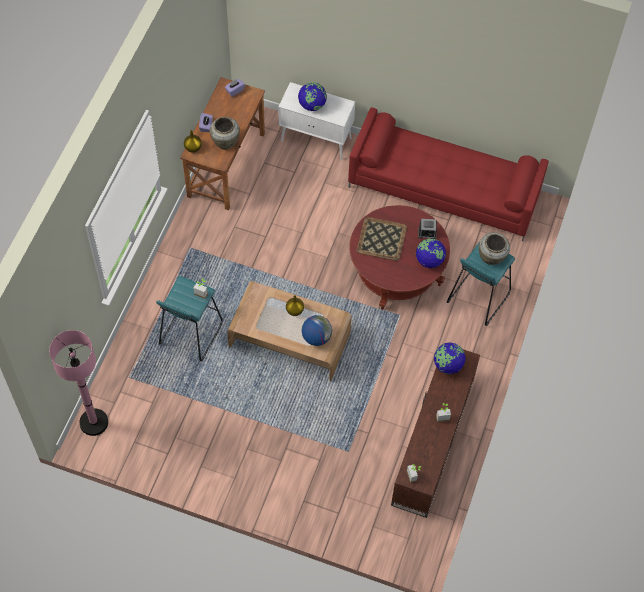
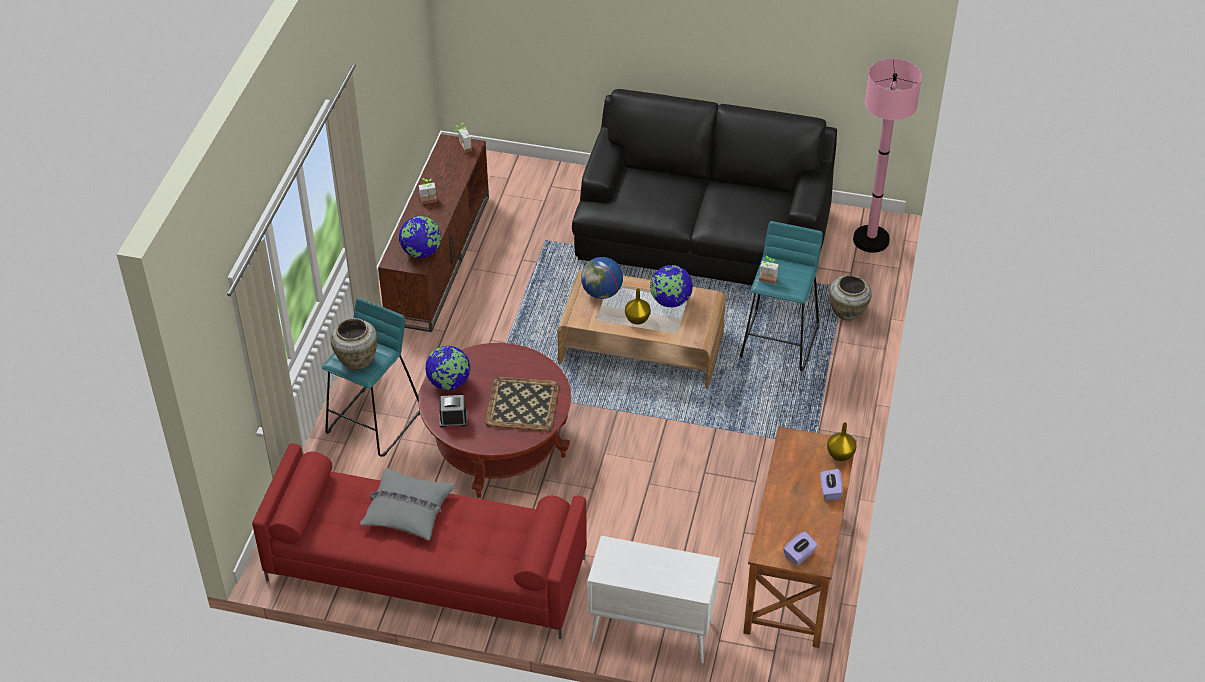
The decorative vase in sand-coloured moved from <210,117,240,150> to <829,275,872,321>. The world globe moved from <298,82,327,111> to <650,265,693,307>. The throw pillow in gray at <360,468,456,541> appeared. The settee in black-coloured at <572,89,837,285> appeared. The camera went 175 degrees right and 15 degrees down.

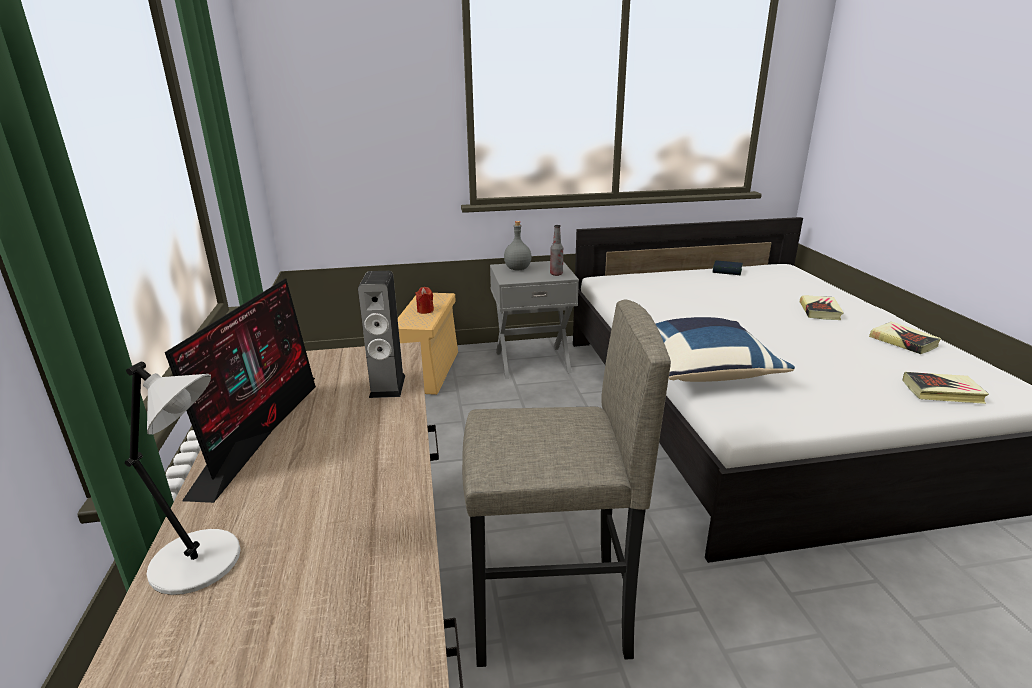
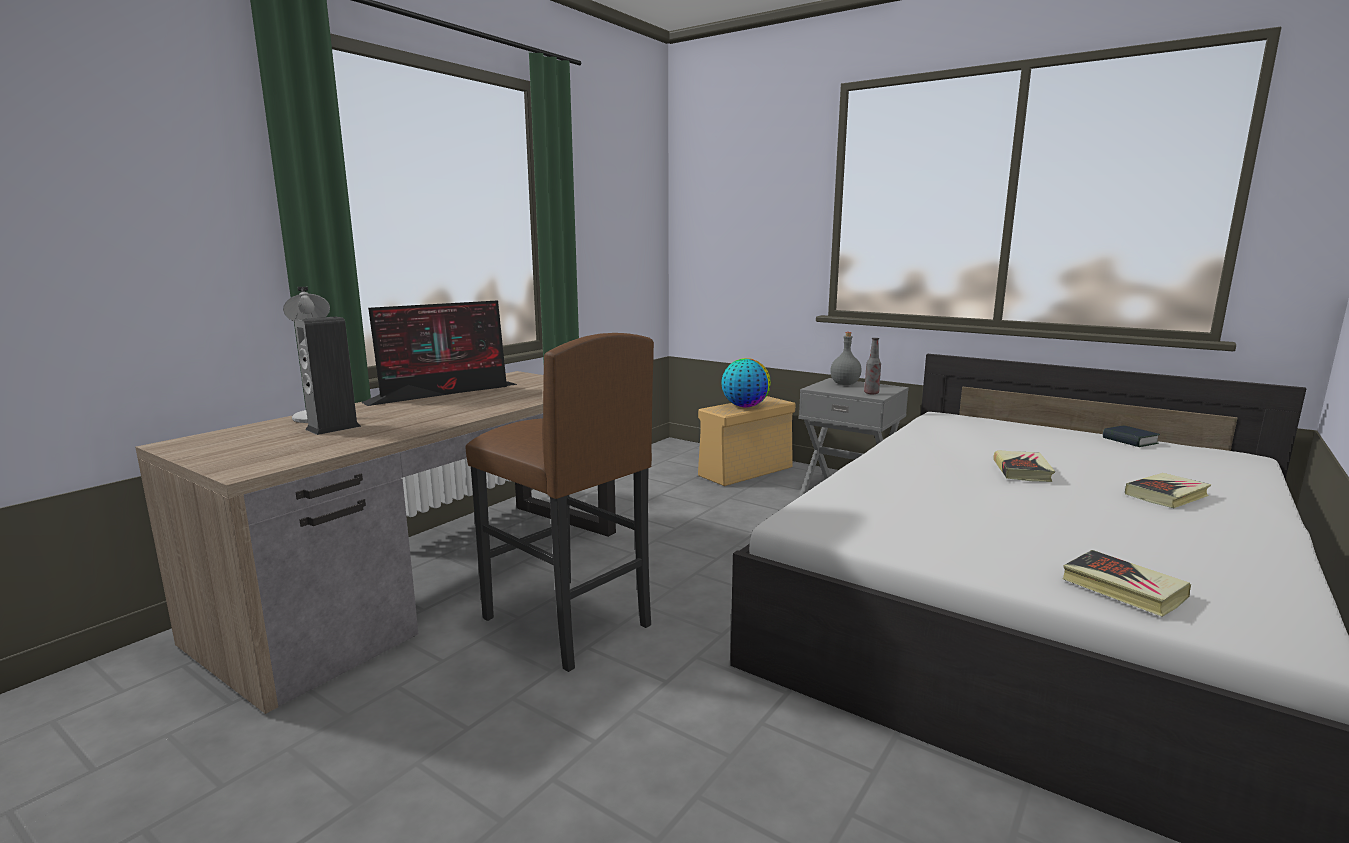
The audio speaker moved from <358,271,405,398> to <294,316,361,435>. The wax candle in red-coloured at <415,287,434,314> was replaced by the world globe at <721,358,771,407>. The stool seat in gray at <462,300,671,667> became the stool seat in brownish at <465,333,654,672>. The throw pillow in blue at <656,317,795,382> disappeared. The book moved from <869,322,941,354> to <993,450,1055,482>. The camera went 45 degrees right and 10 degrees down.

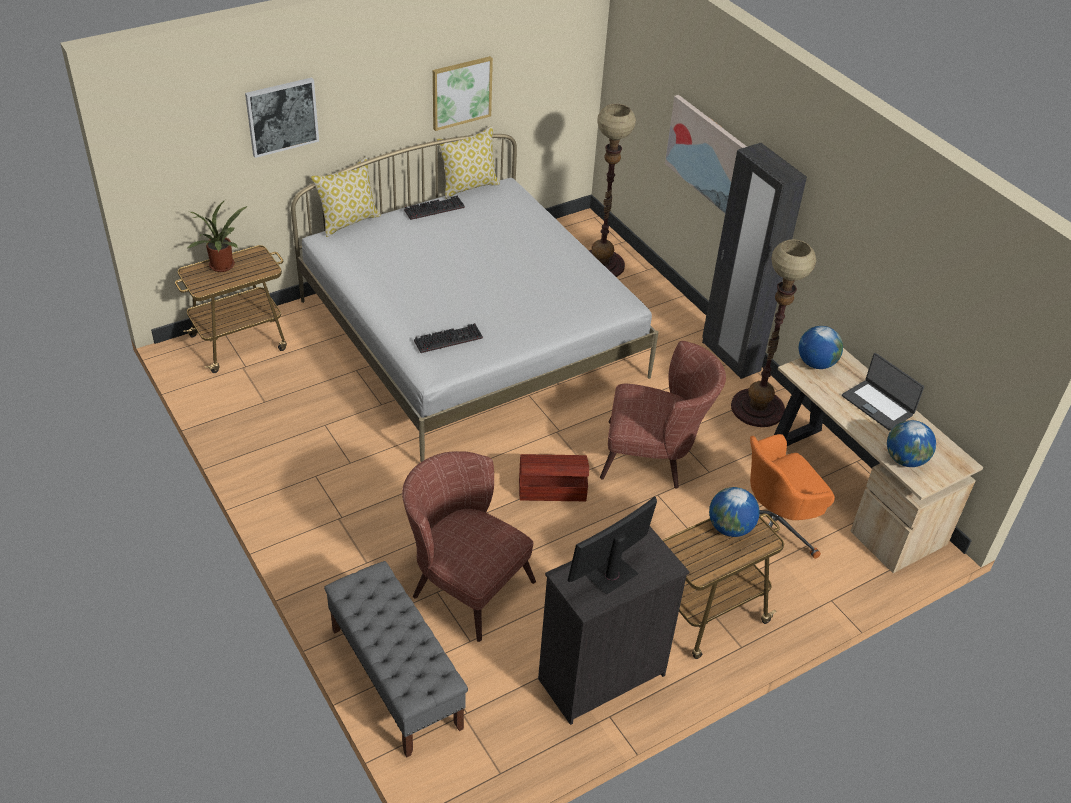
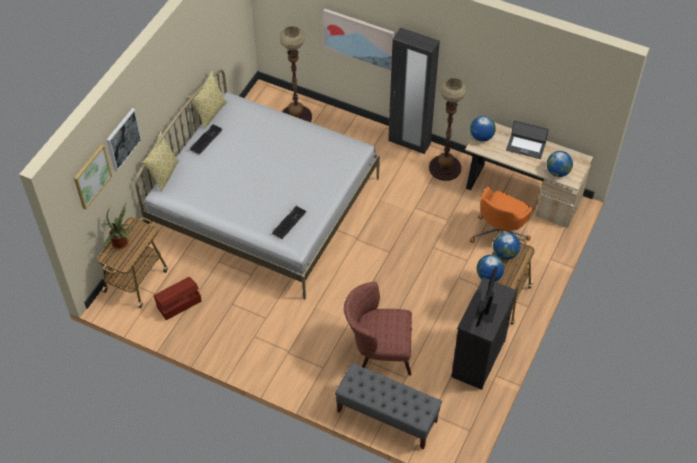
The picture moved from <433,56,493,131> to <74,145,112,210>. The storage container in brownish moved from <519,454,589,501> to <153,277,202,320>. The easy chair in brownish at <600,341,726,488> disappeared. The world globe at <477,255,504,282> appeared. The camera went 30 degrees left and 10 degrees up.

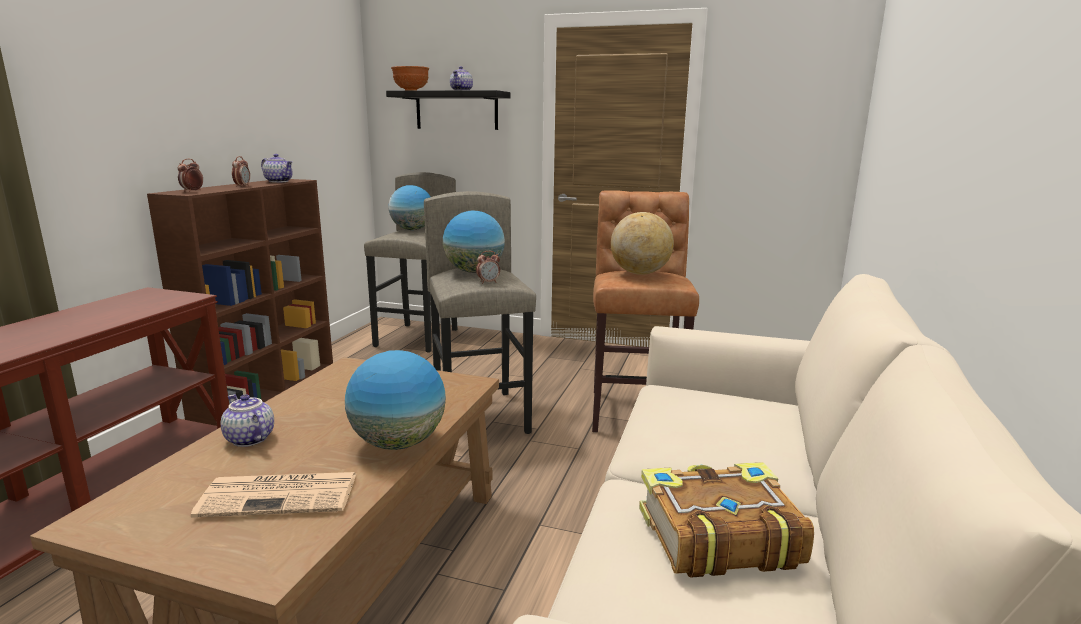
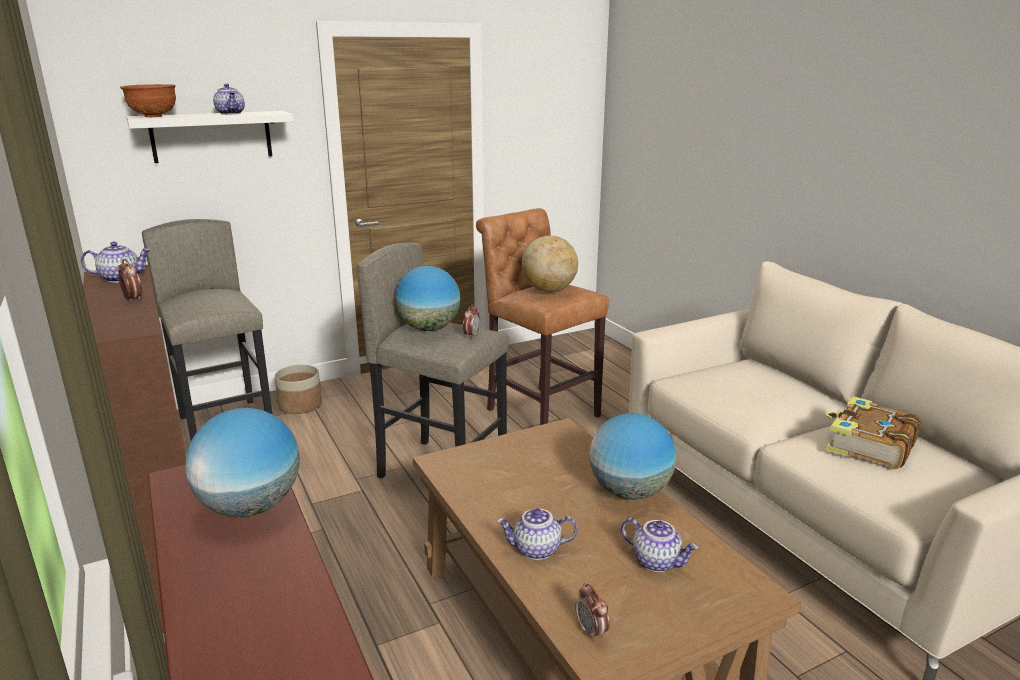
The table clock moved from <178,159,203,192> to <575,583,609,642>. The daily paper at <191,472,356,518> was replaced by the teapot at <621,517,699,572>. The bracket shelf in black-coloured at <386,90,510,130> became the bracket shelf in white at <127,111,294,163>. The world globe moved from <388,185,430,230> to <185,408,300,517>. The flower pot at <275,365,322,414> appeared. The camera went 45 degrees left and 5 degrees up.

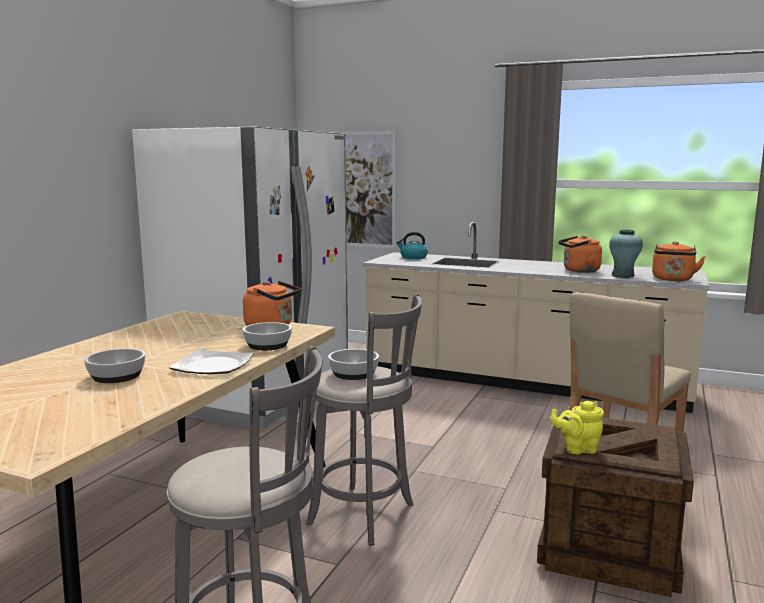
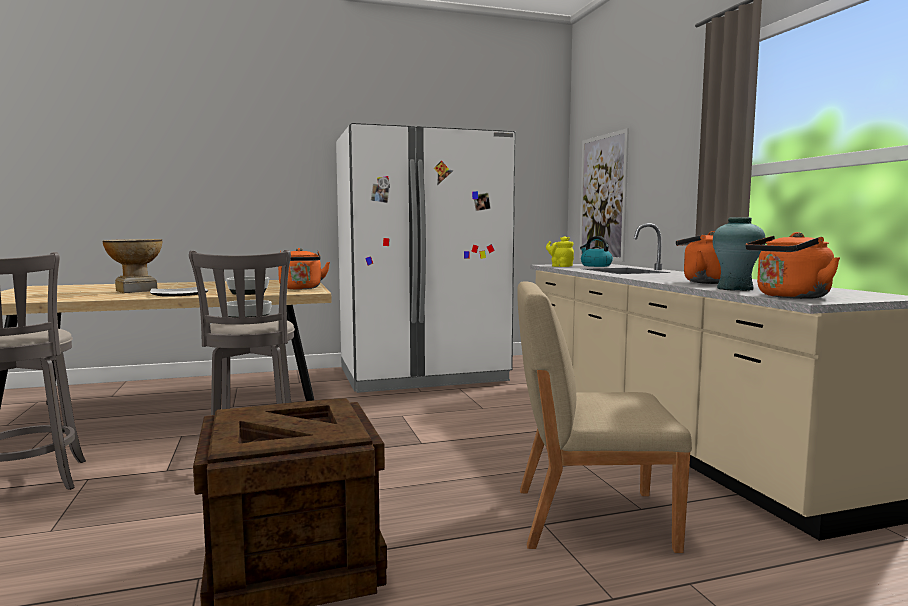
The deep dish at <84,349,145,383> was replaced by the decorative vase at <103,239,162,293>. The teapot in yellow-coloured moved from <550,401,604,454> to <546,236,574,267>. The camera went 50 degrees right and 5 degrees down.

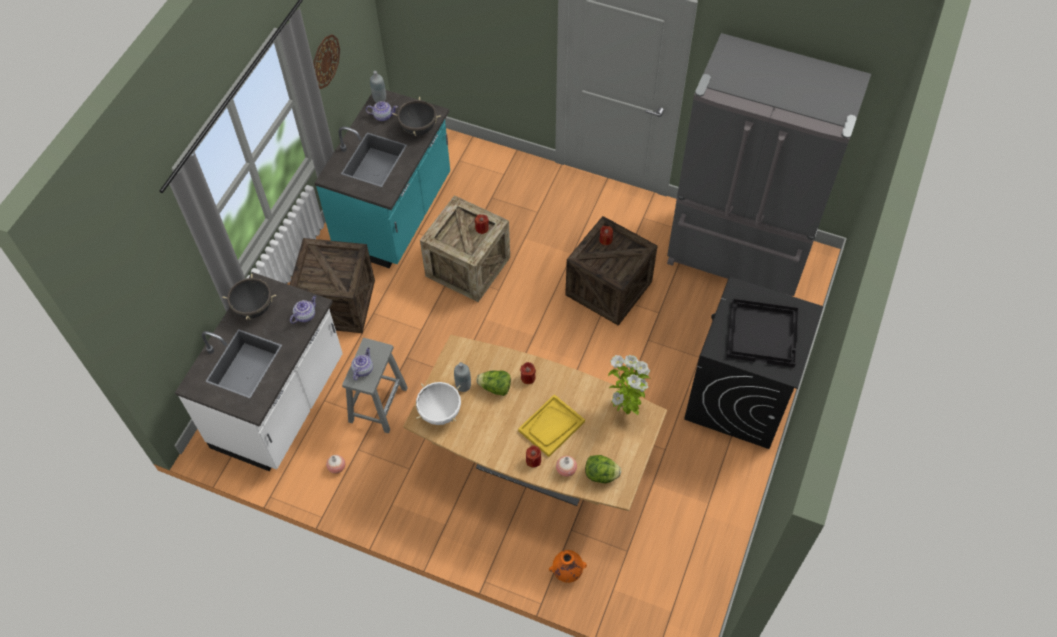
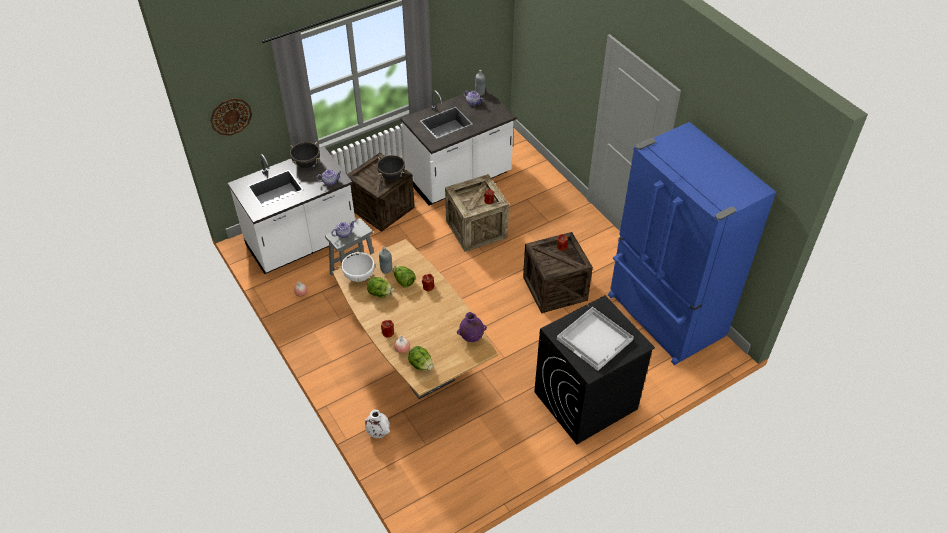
The wall clock moved from <313,34,340,89> to <210,98,252,136>. The kitchen base unit in turquoise-coloured at <315,90,450,268> became the kitchen base unit in white at <401,87,517,205>. The cooking pot in black-coloured moved from <393,97,441,136> to <377,155,405,180>. The serving tray in yellow-coloured at <518,394,585,457> disappeared. The decorative vase in orange-coloured at <549,550,587,583> became the decorative vase in white at <365,409,390,438>. The houseplant at <608,355,650,415> was replaced by the decorative vase in purplish at <457,312,487,342>. The refrigerator in gray at <667,33,871,296> became the refrigerator in blue at <608,122,776,365>. The serving tray in black-coloured at <727,298,799,367> became the serving tray in white at <557,307,634,371>. The lettuce at <367,277,393,297> appeared. The camera went 35 degrees right and 10 degrees down.

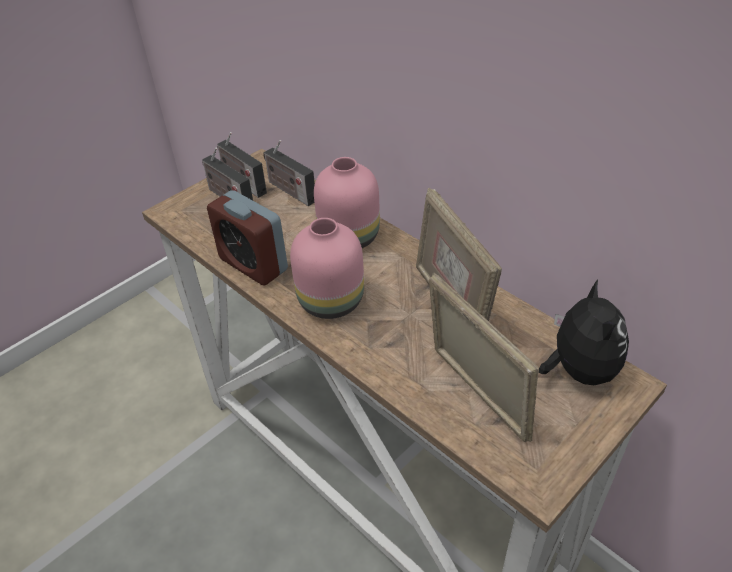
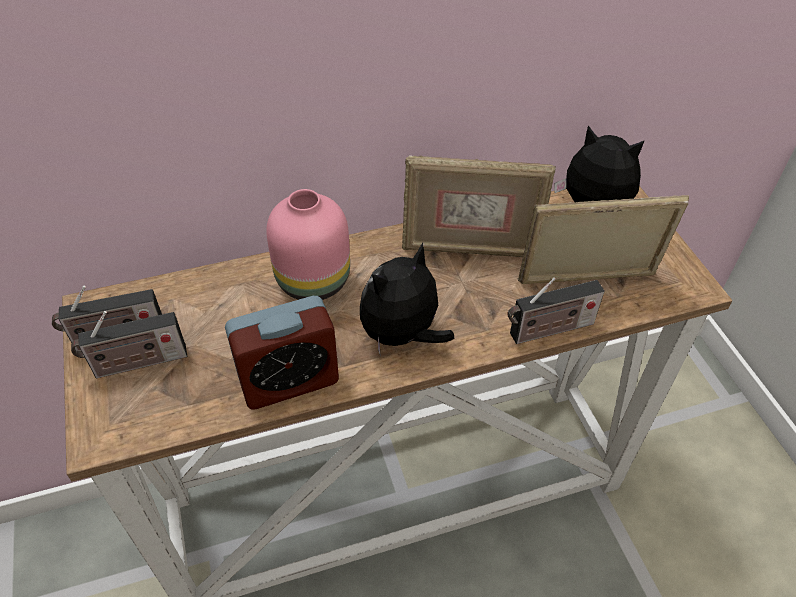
The radio moved from <263,140,315,206> to <507,277,605,344>. The decorative vase in pink-coloured at <290,218,364,319> was replaced by the cuddly toy at <360,242,454,357>. The camera went 65 degrees left and 5 degrees up.

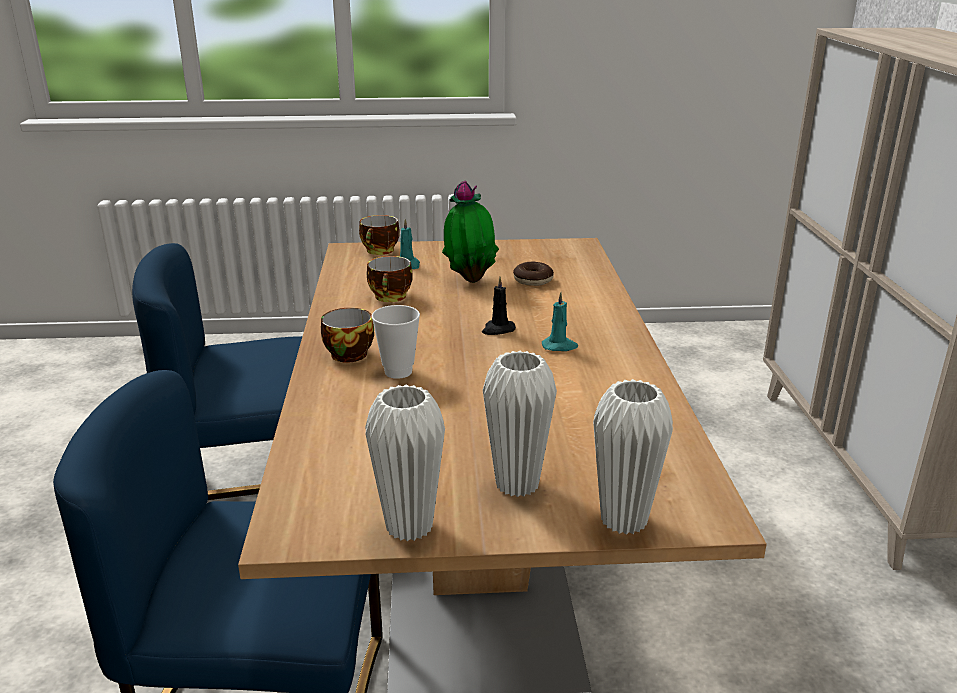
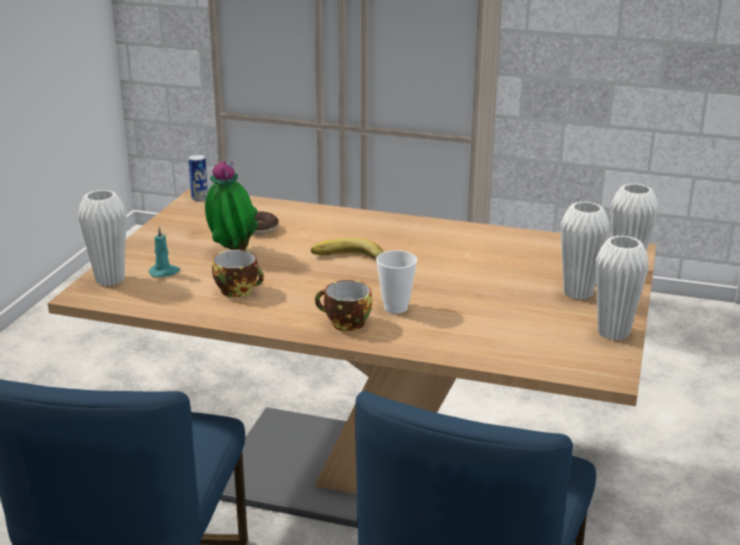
The drinking cup at <359,215,399,255> was replaced by the decorative vase in white at <78,190,127,286>. The wax candle in black-coloured at <482,277,516,335> was replaced by the banana fruit at <311,238,384,260>. The wax candle in turquoise-coloured at <542,292,578,351> disappeared. The sealed can at <188,154,208,201> appeared. The camera went 70 degrees left and 0 degrees up.

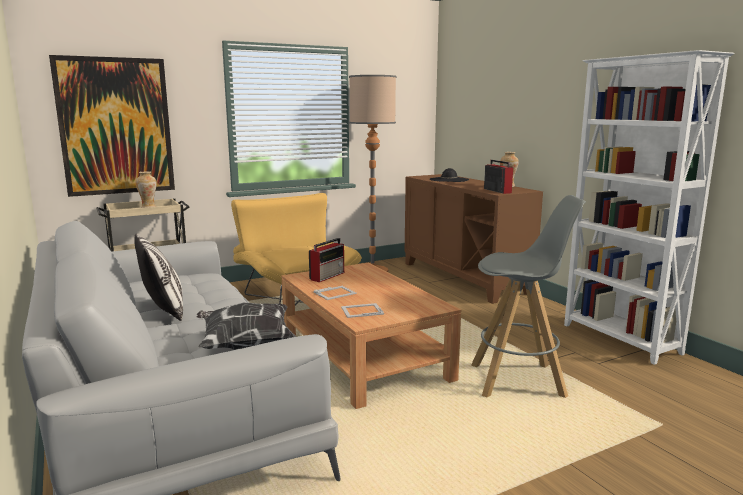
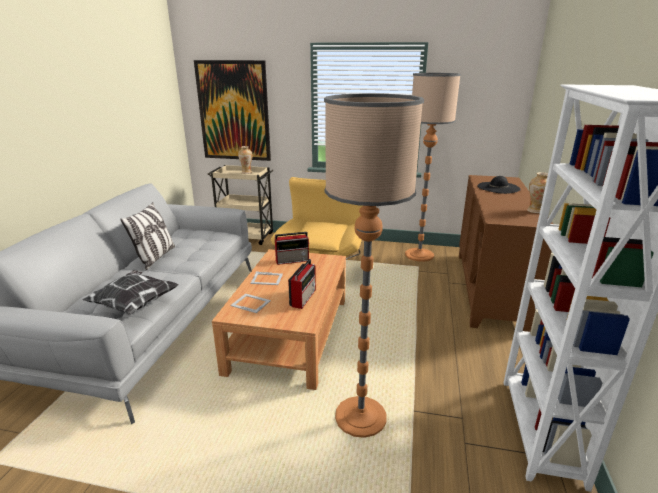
The stool seat in gray at <471,195,586,398> was replaced by the floor lamp at <324,93,424,438>. The radio moved from <484,160,513,194> to <288,259,316,309>. The camera went 40 degrees right and 10 degrees up.

